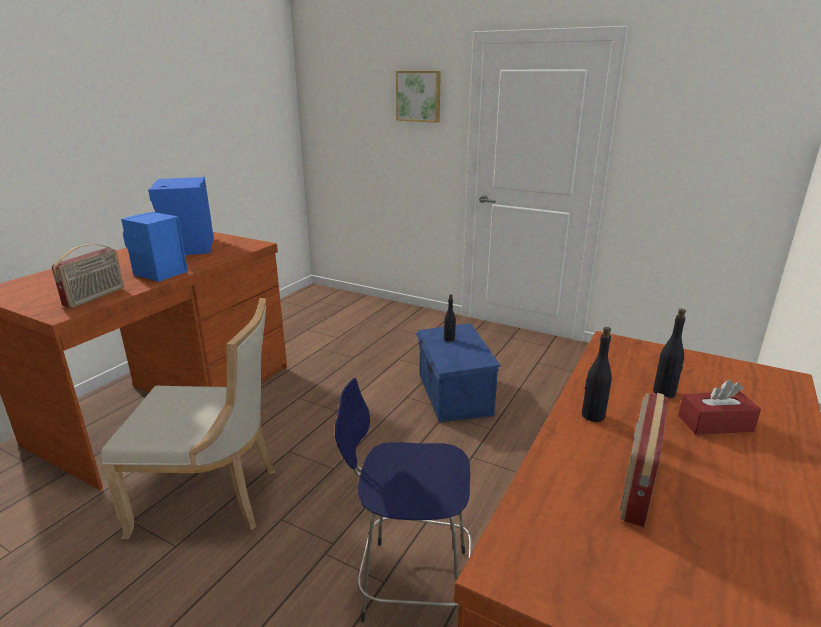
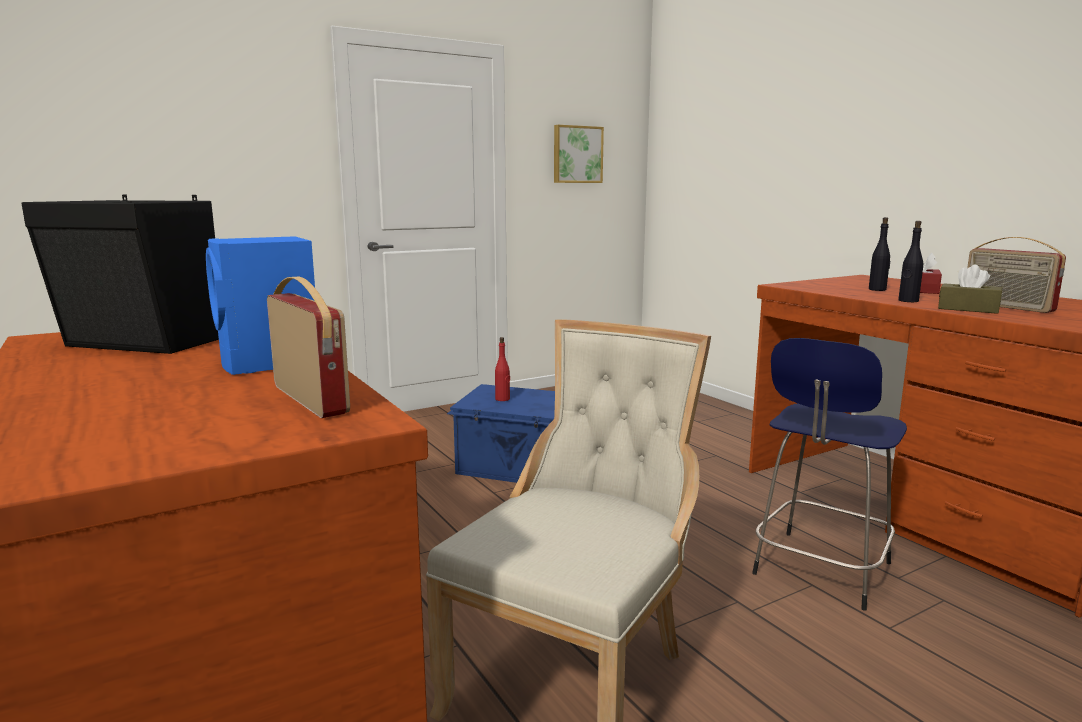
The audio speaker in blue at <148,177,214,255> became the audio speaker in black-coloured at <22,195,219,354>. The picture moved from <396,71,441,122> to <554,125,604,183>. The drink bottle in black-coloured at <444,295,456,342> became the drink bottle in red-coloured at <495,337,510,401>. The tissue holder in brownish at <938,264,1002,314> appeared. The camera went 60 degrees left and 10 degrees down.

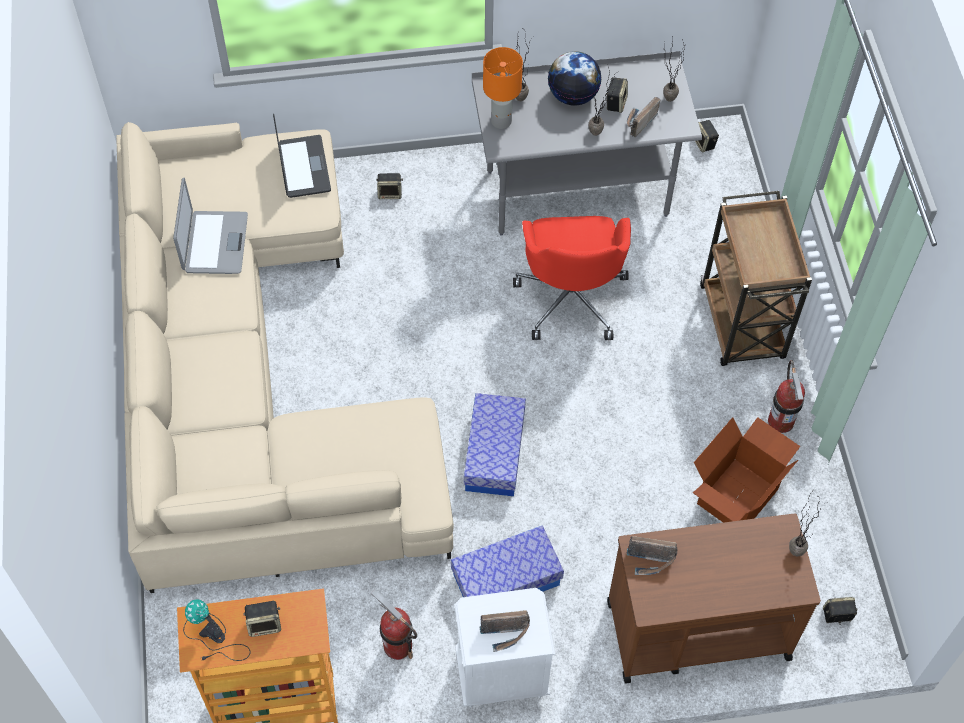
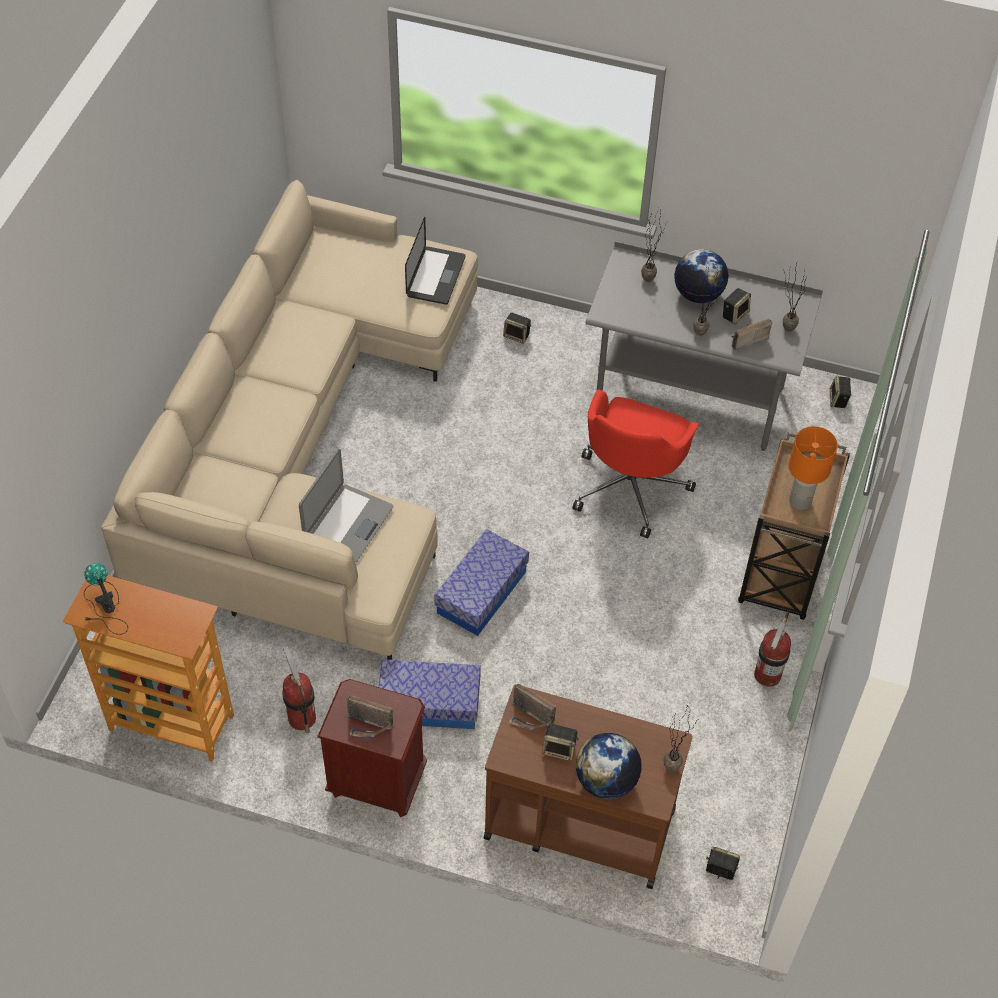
The notebook computer moved from <173,178,248,274> to <299,449,393,562>. The audio speaker moved from <243,600,281,637> to <542,723,579,761>. The night table in white at <454,588,555,708> became the night table in brownish at <317,679,427,817>. The table lamp in orange-coloured moved from <483,47,523,129> to <789,426,838,510>. The cardboard box at <693,417,800,523> disappeared. The world globe at <576,733,642,799> appeared. The camera went 25 degrees right and 5 degrees down.

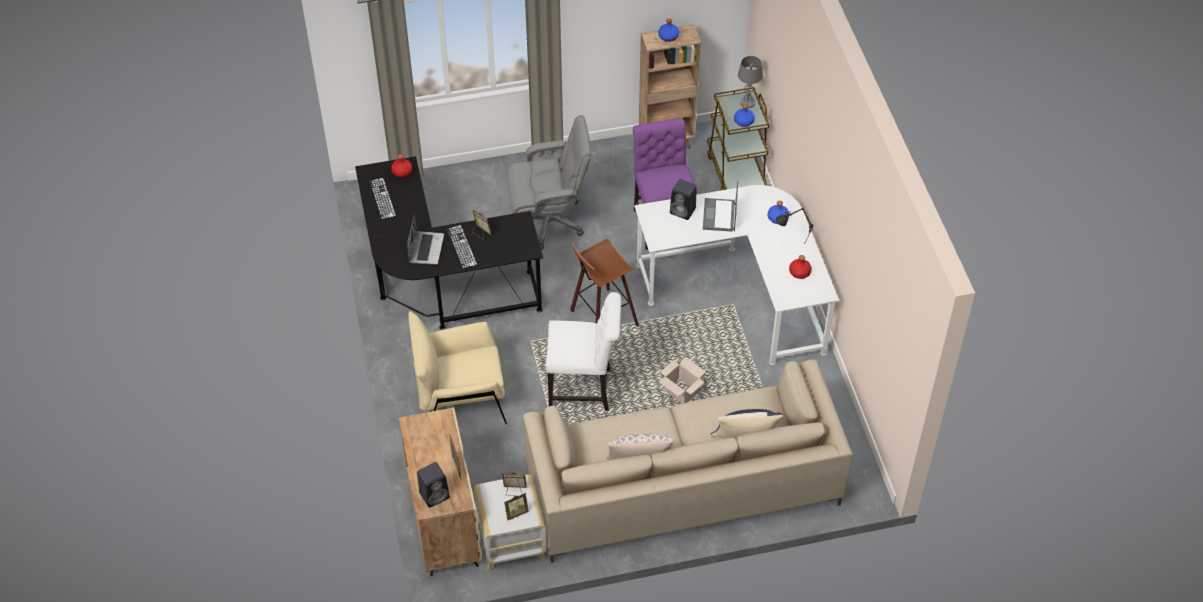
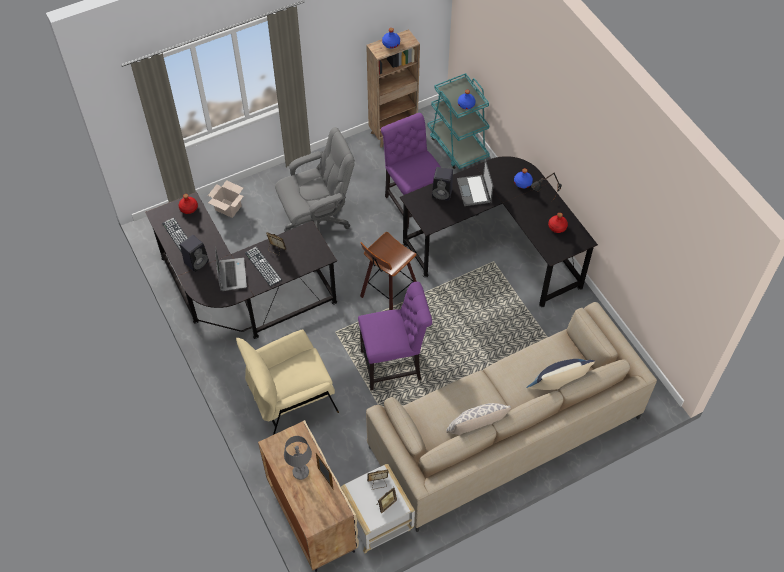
The audio speaker in black-coloured moved from <417,462,450,508> to <180,235,209,272>. The chair in white at <546,292,621,411> became the chair in purplish at <358,282,432,390>. The desk in white at <634,185,839,365> became the desk in black-coloured at <400,156,598,308>. The cardboard box moved from <659,357,706,404> to <208,180,244,218>. The trolley in brownish at <707,87,770,190> became the trolley in turquoise-coloured at <428,73,490,169>. The table lamp in gray moved from <738,56,763,108> to <284,436,312,480>. The camera went 15 degrees left and 5 degrees up.

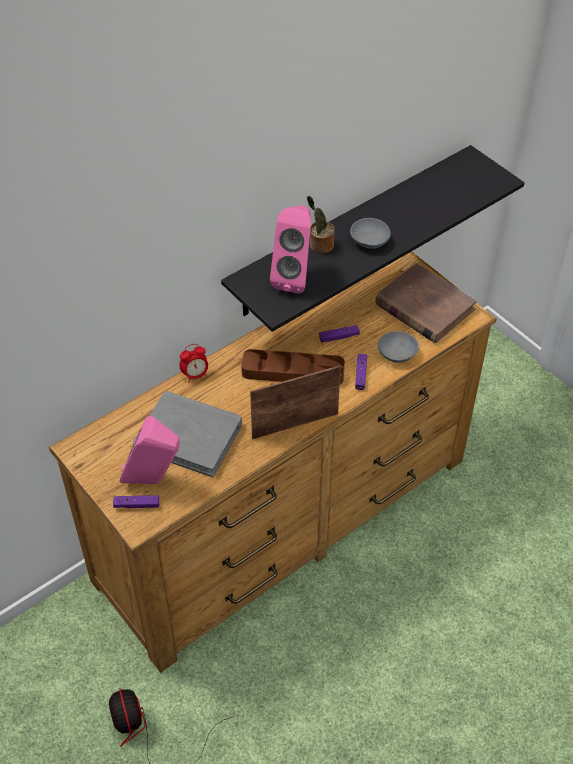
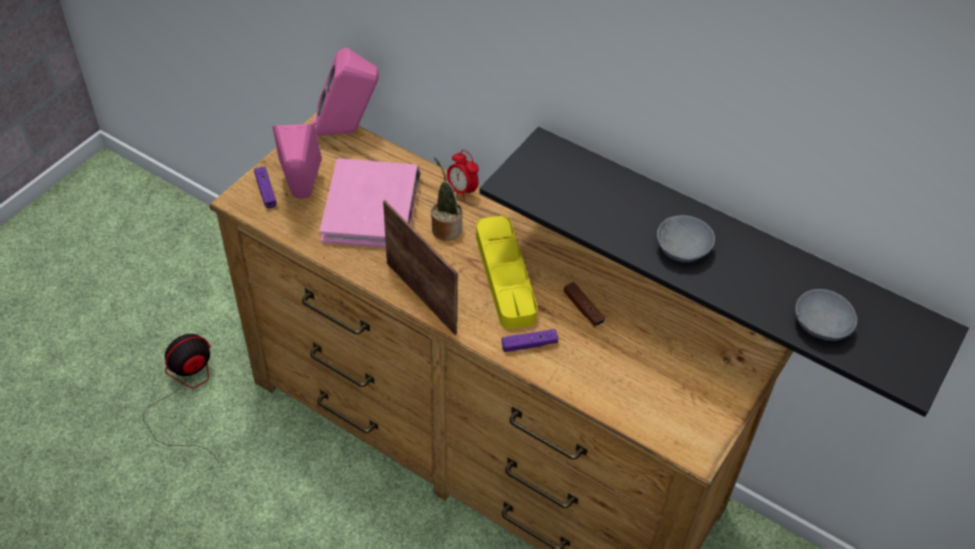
The book in gray at <133,391,242,477> became the book in pink-coloured at <320,158,421,248>. The serving tray in brownish at <241,349,345,385> became the serving tray in yellow-coloured at <476,216,538,329>. The audio speaker in pink-coloured moved from <270,205,311,293> to <313,48,379,136>. The houseplant moved from <307,196,335,254> to <431,157,463,241>. The joypad in purplish at <319,325,360,343> became the joypad in brownish at <564,282,605,326>. The book in brownish at <375,263,477,343> disappeared. The deep dish in gray moved from <378,331,419,363> to <795,289,857,341>. The camera went 70 degrees right and 0 degrees up.

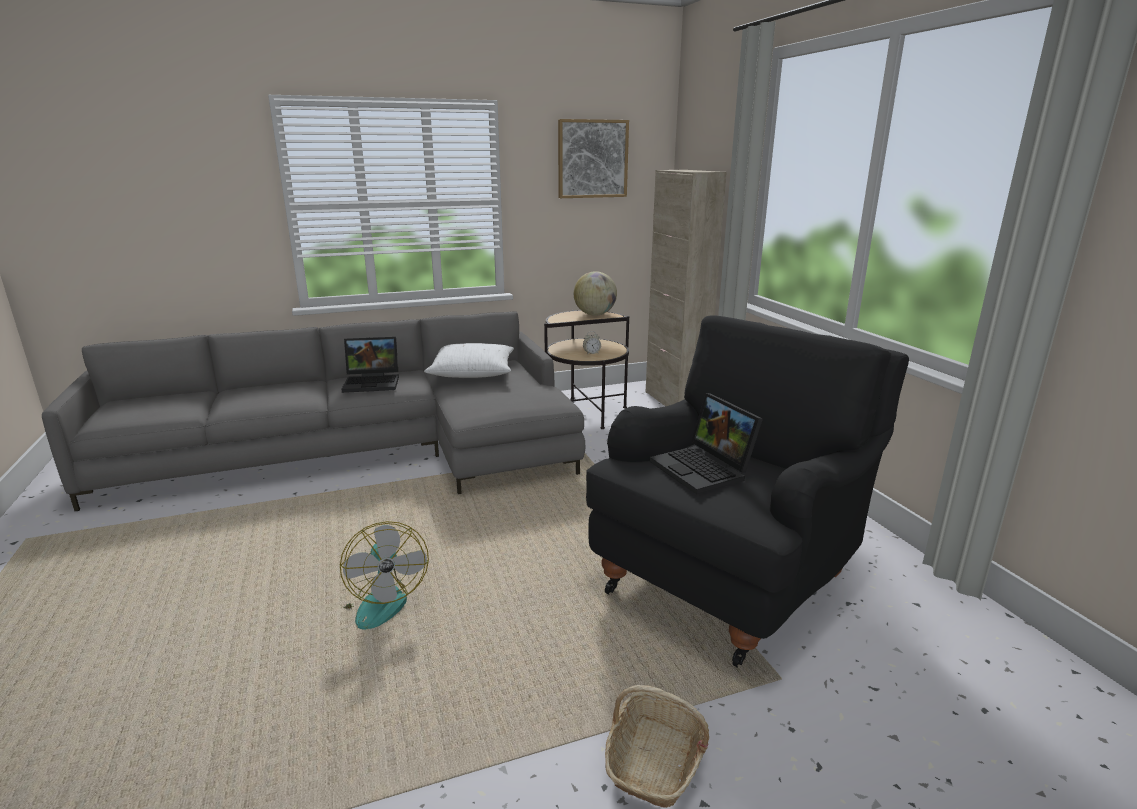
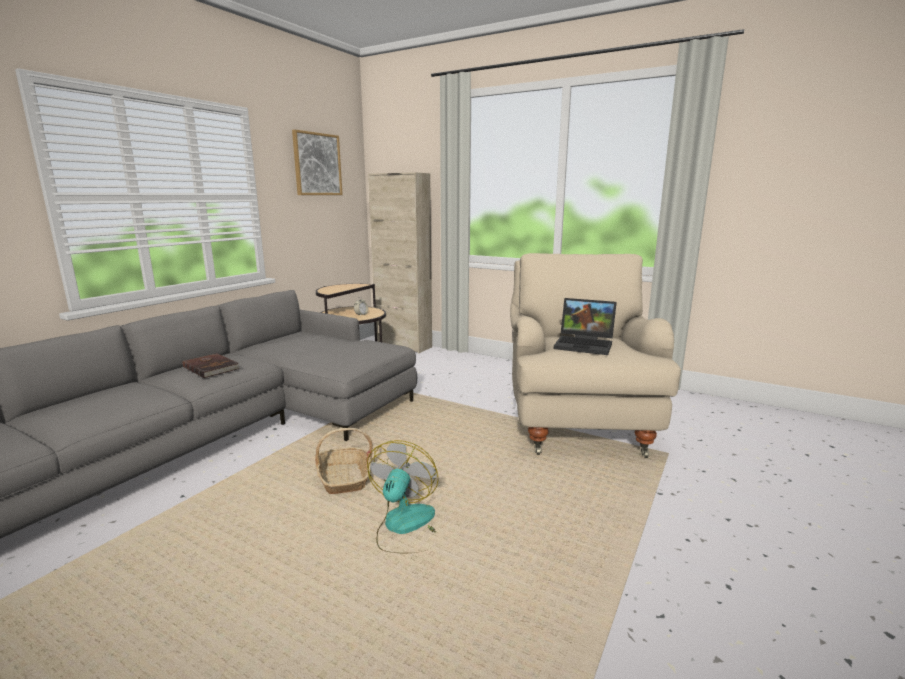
The electric fan at <340,521,429,630> turned 105 degrees counterclockwise. The notebook computer at <341,337,399,393> was replaced by the book in brownish at <183,353,239,378>. The throw pillow in white at <424,343,514,378> disappeared. The world globe at <574,271,617,316> disappeared. The easy chair in black-coloured at <586,315,909,668> became the easy chair in sand-coloured at <510,253,681,458>. The storage basket moved from <605,685,709,808> to <315,428,373,494>. The camera went 40 degrees left and 5 degrees down.

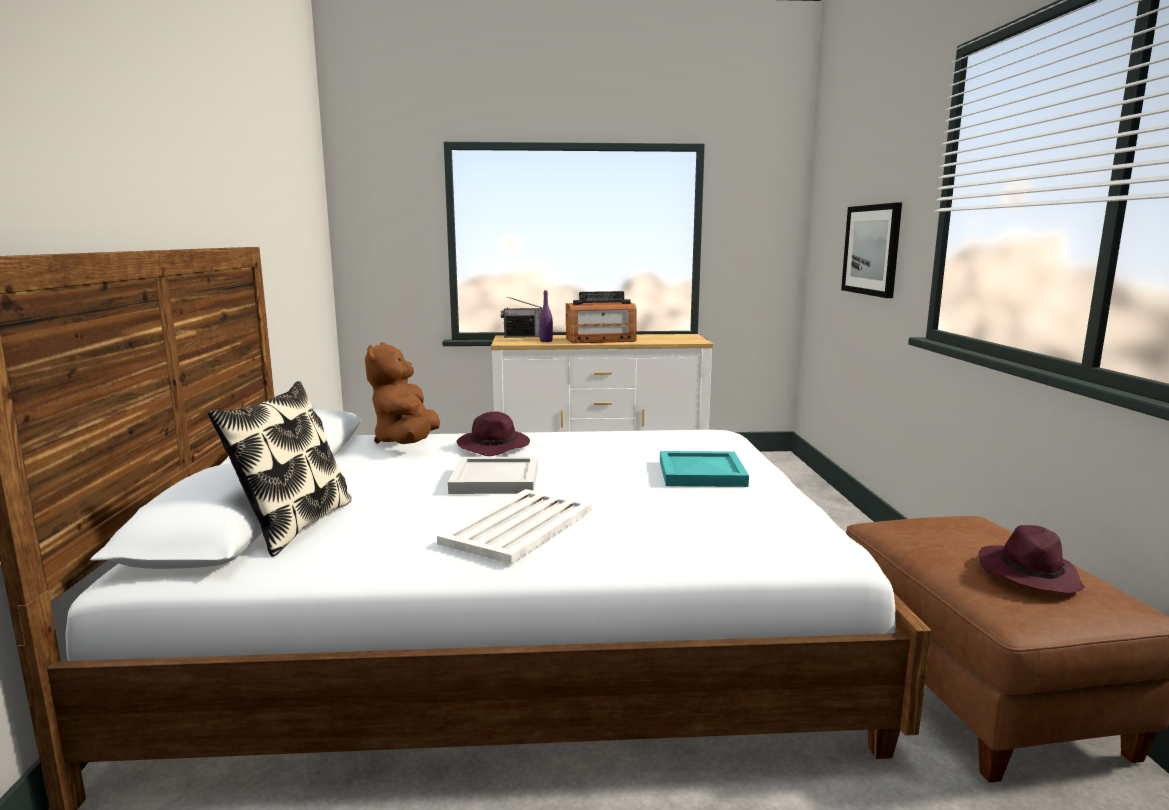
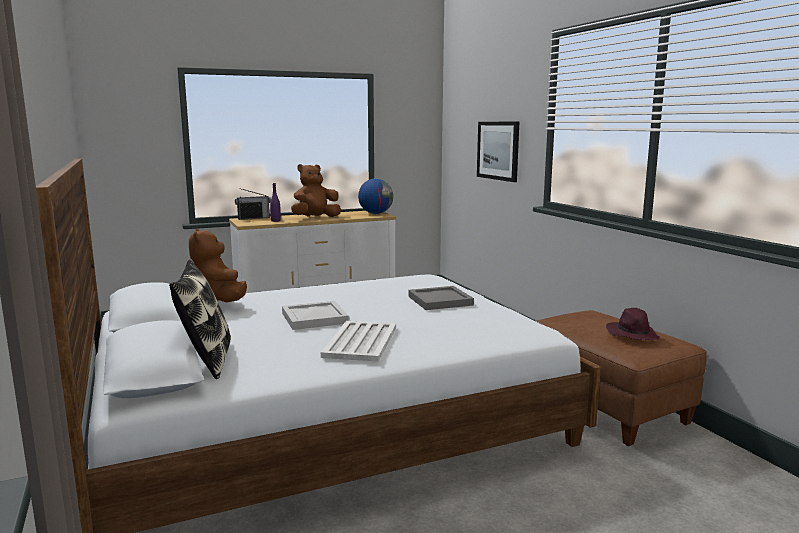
The hat in purplish at <457,412,530,456> disappeared. The radio at <566,291,637,343> was replaced by the cuddly toy in brownish at <291,164,341,217>. The serving tray in turquoise-coloured at <660,451,749,487> became the serving tray in gray at <408,286,474,310>. The world globe at <358,178,393,214> appeared. The camera went 20 degrees left and 0 degrees up.

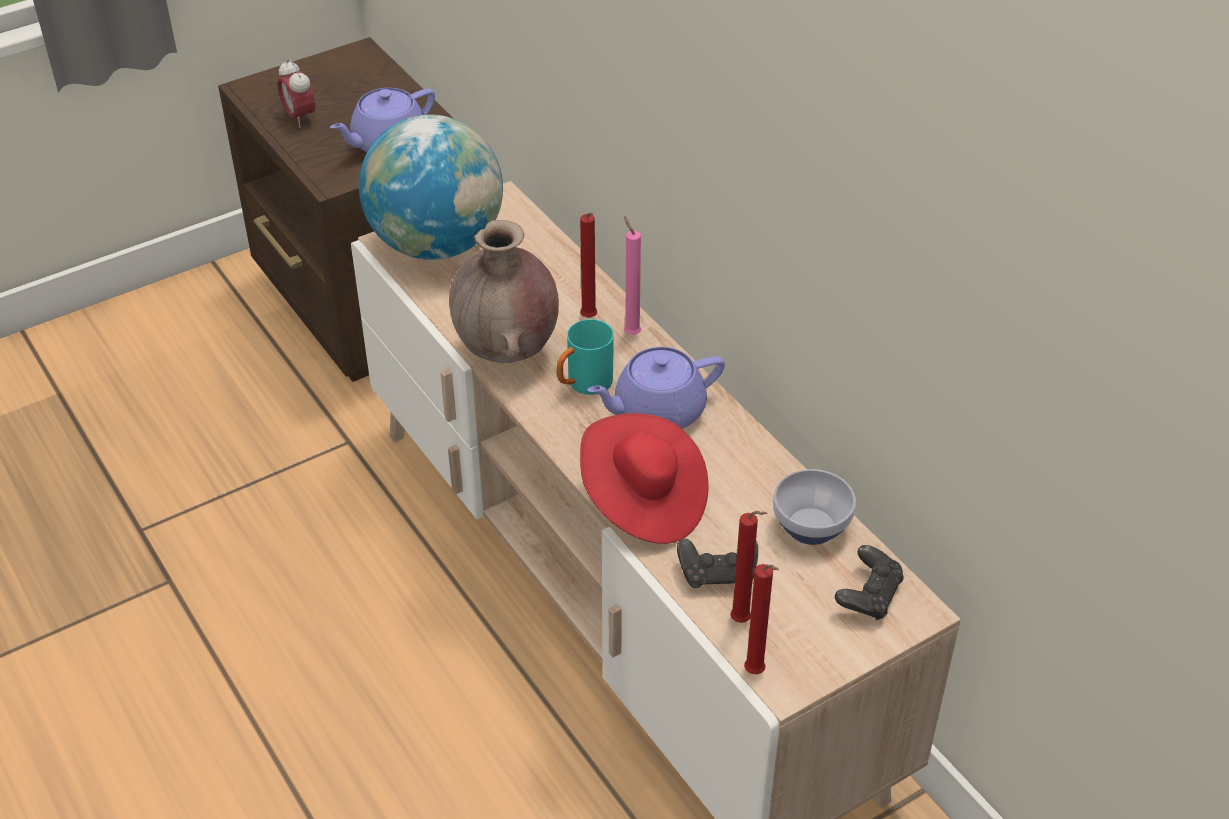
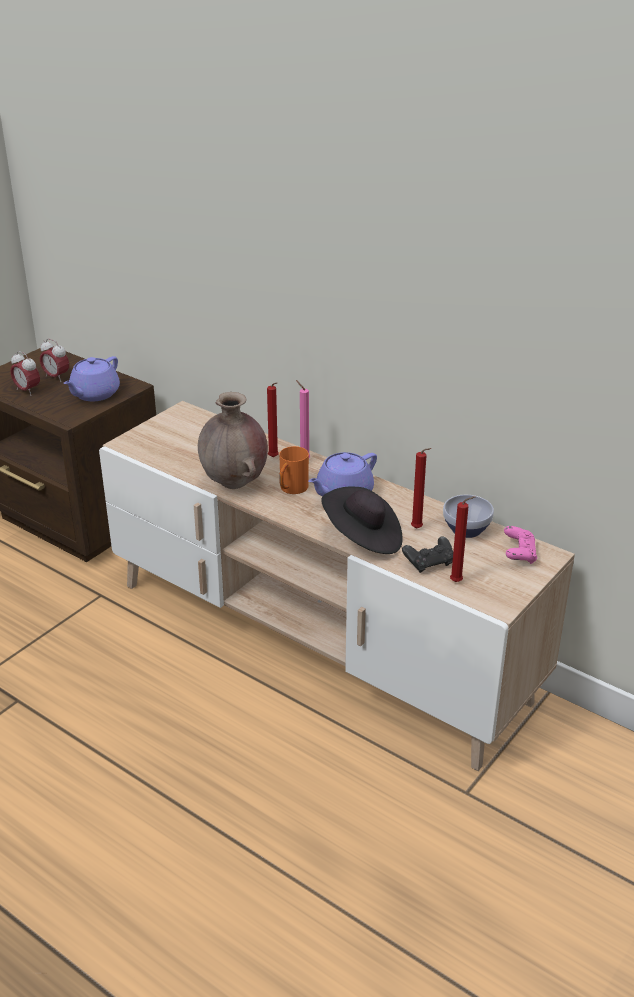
The world globe at <359,115,503,260> disappeared. The mug in turquoise-coloured at <557,319,614,395> became the mug in orange-coloured at <279,446,309,494>. The hat in red-coloured at <580,413,709,544> became the hat in black-coloured at <321,487,403,554>. The wax candle in red-coloured moved from <744,564,779,675> to <411,448,432,528>. The joypad in black-coloured at <835,545,904,620> became the joypad in pink-coloured at <504,526,537,564>. The table clock at <40,339,69,382> appeared. The camera went 20 degrees left and 10 degrees down.

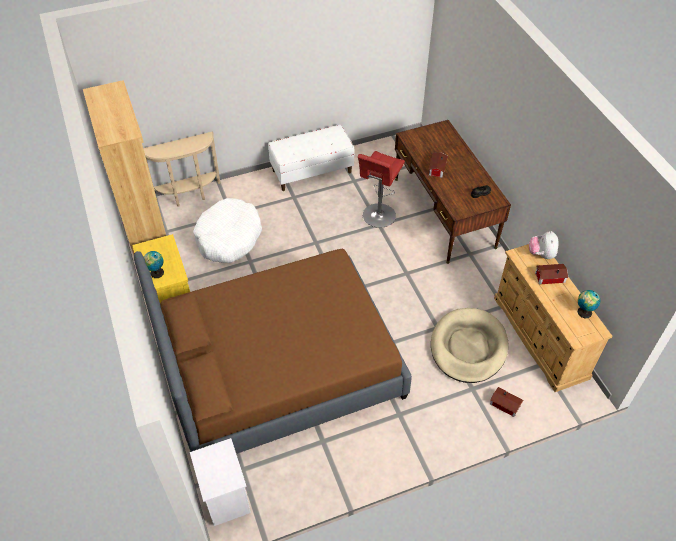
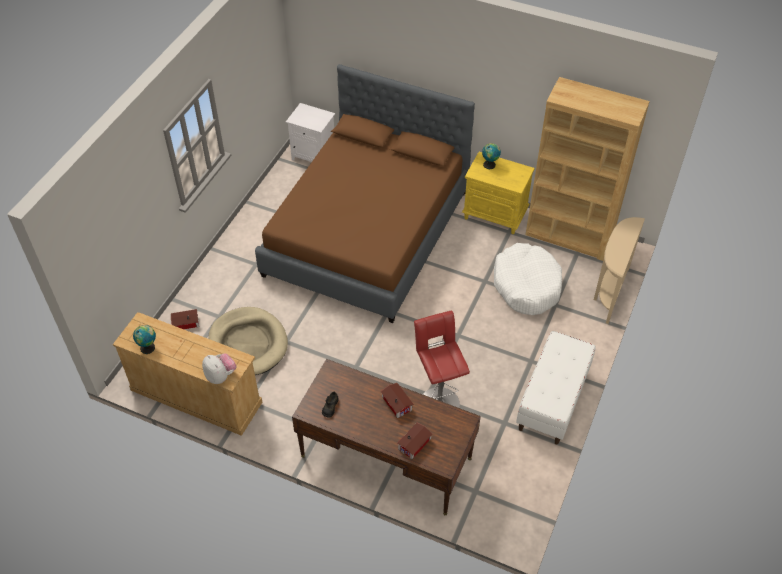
The toy house moved from <535,264,569,285> to <397,423,433,459>. The camera went 135 degrees right and 0 degrees up.

